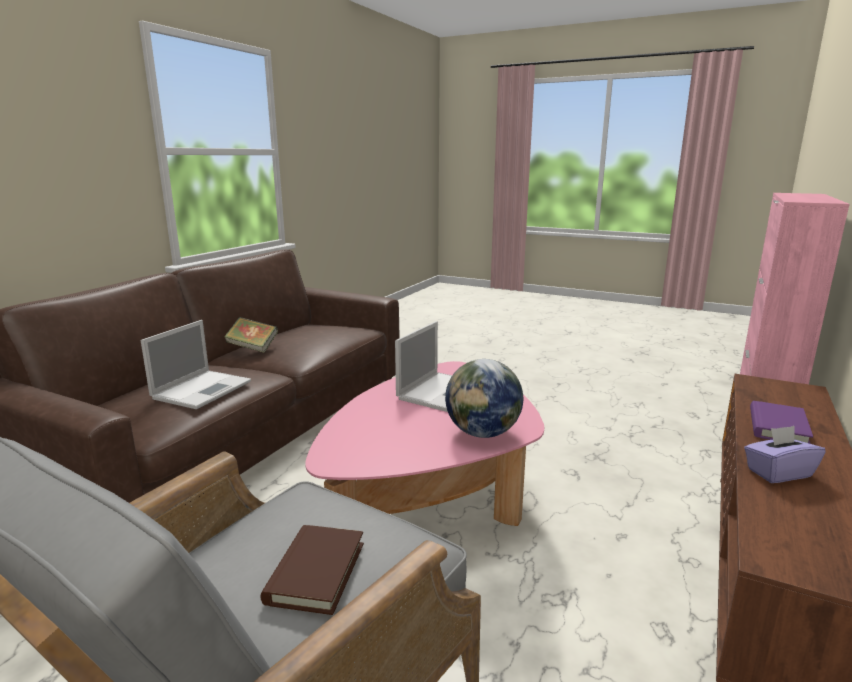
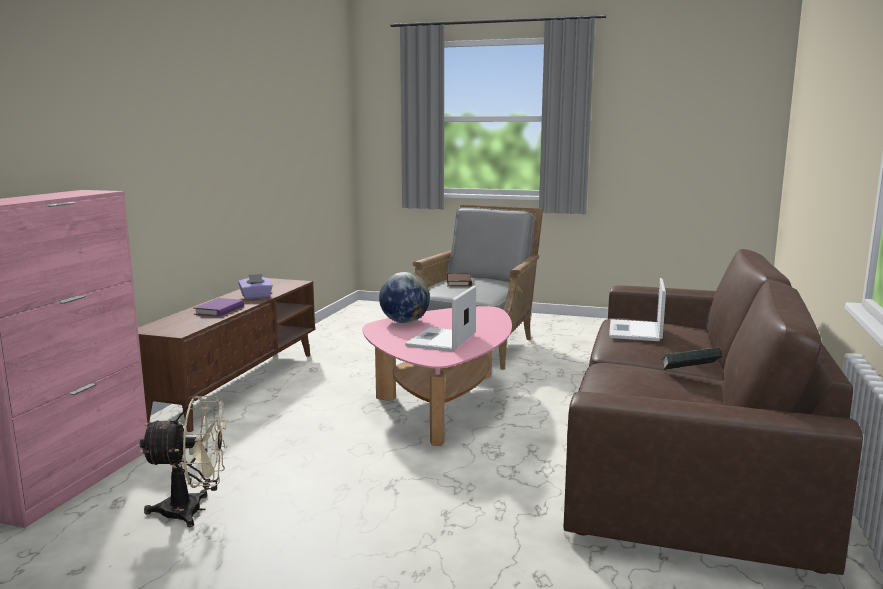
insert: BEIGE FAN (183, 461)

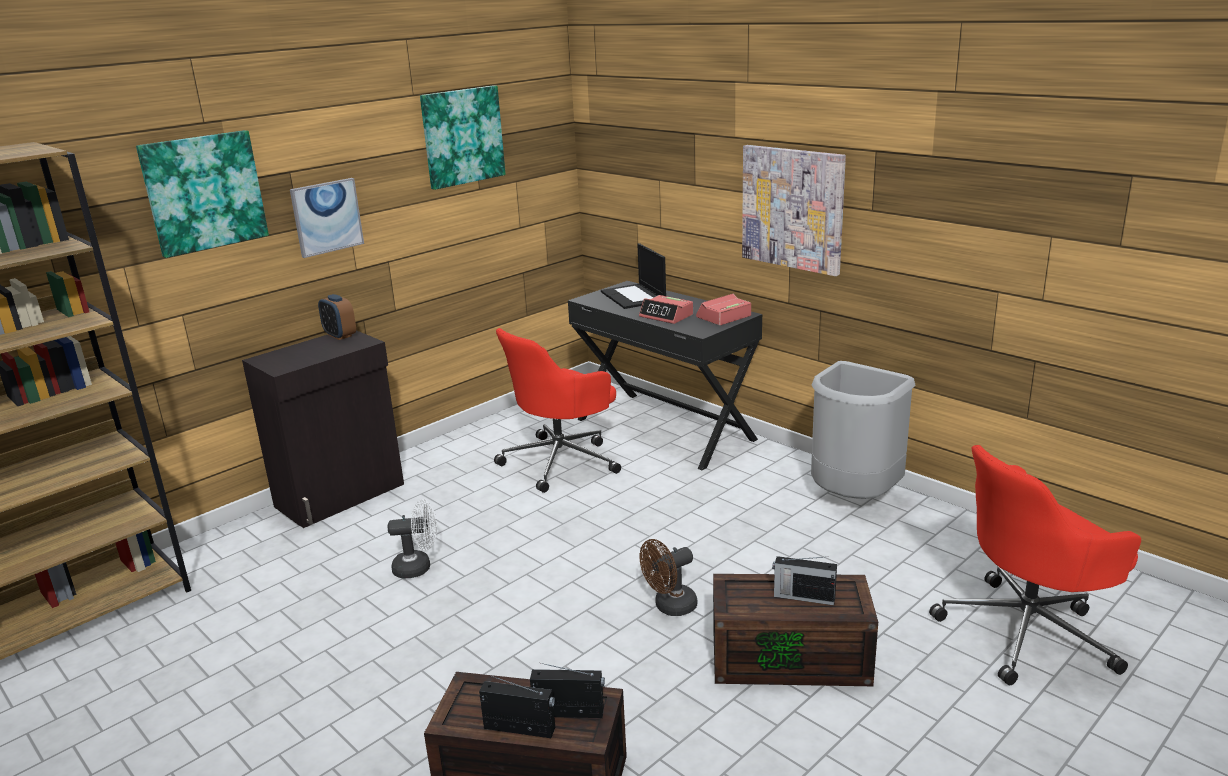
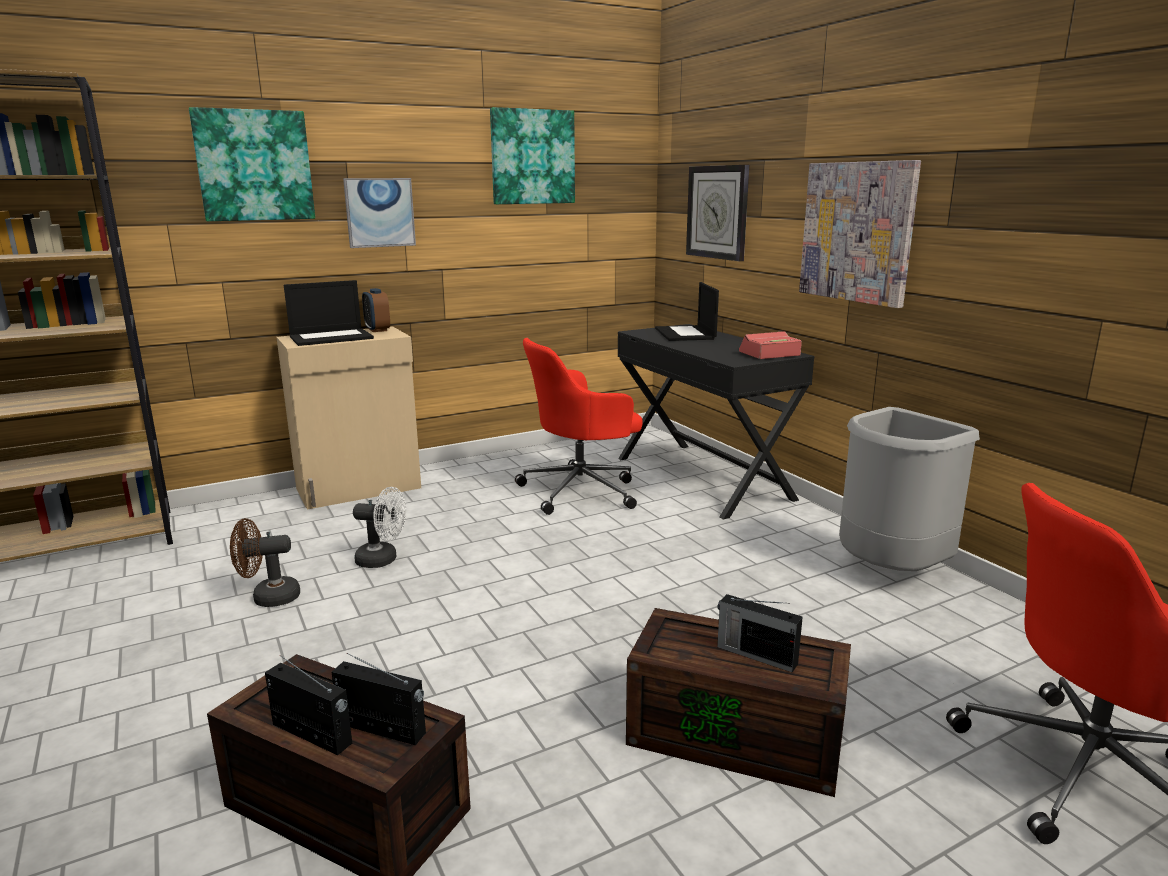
delete: ALARM CLOCK (666, 309)
insert: LAPTOP (329, 313); WALL CLOCK (717, 213)
move: BROWN FAN (668, 577) to (265, 562)
recolor: BLACK CABINET (323, 429) to BEIGE CABINET (348, 418)

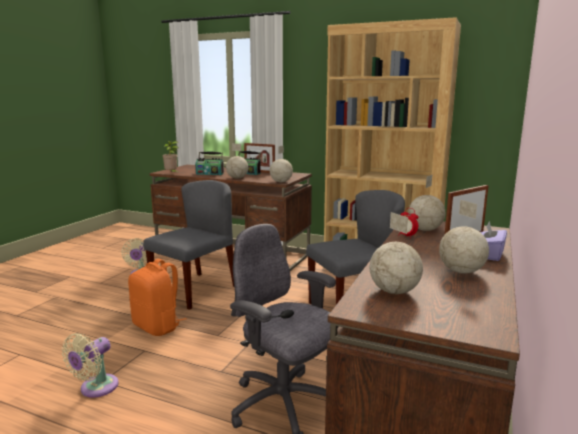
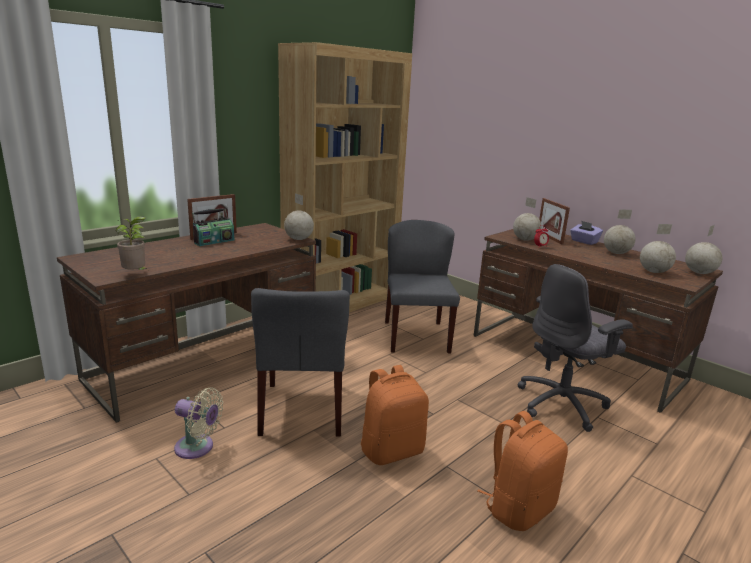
delete: RADIO (209, 163)
move: GLOBE (237, 161) to (703, 249)
replace: BEIGE FAN (90, 365) to ORANGE BACKPACK (522, 471)
rotate: GREY CHAIR (188, 245) = (300, 362) 150 degrees counterclockwise

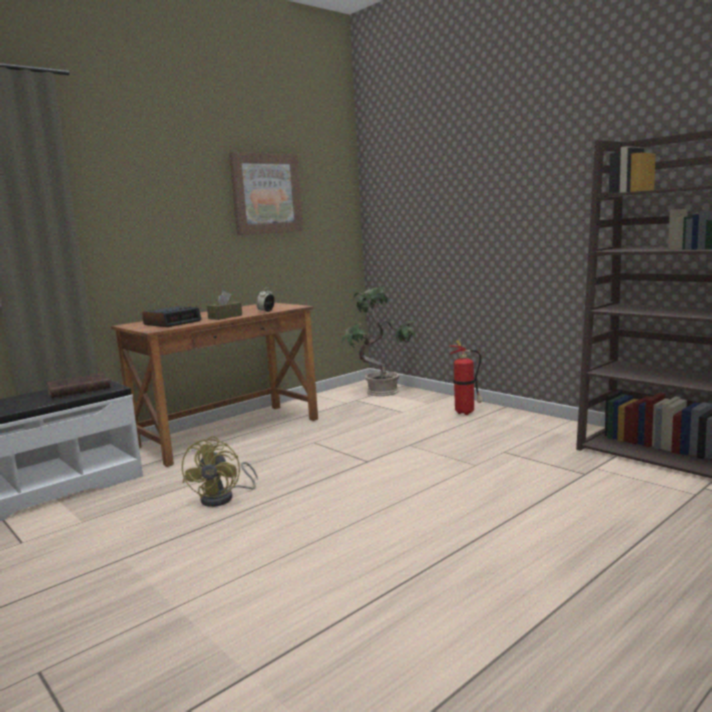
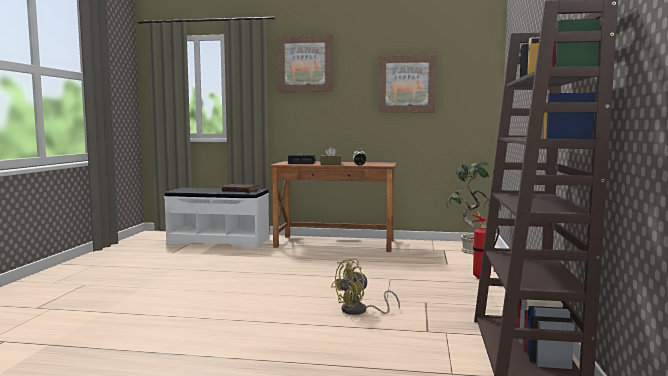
insert: PICTURE (305, 63)
move: YELLOW FAN (220, 471) to (365, 287)

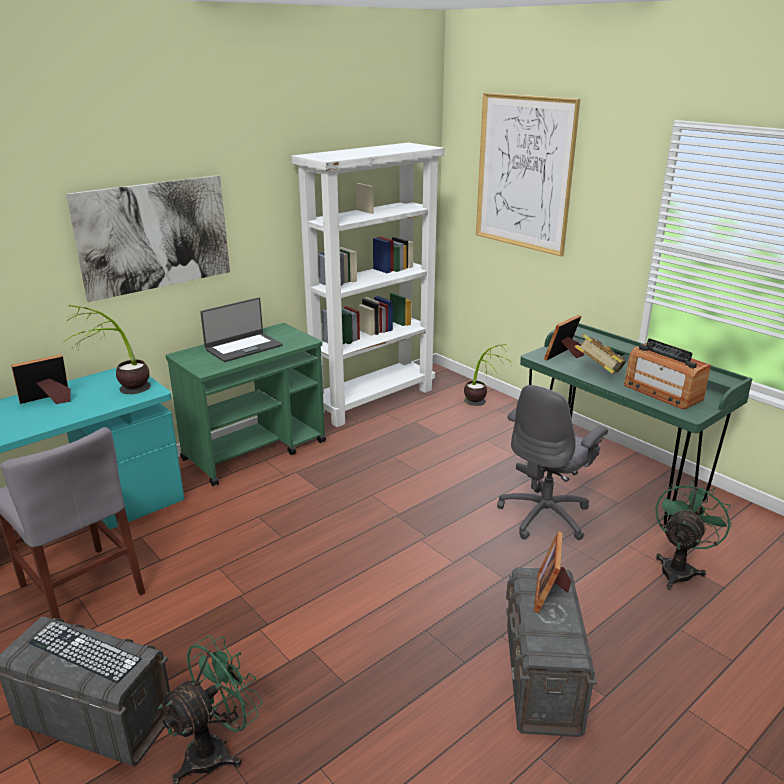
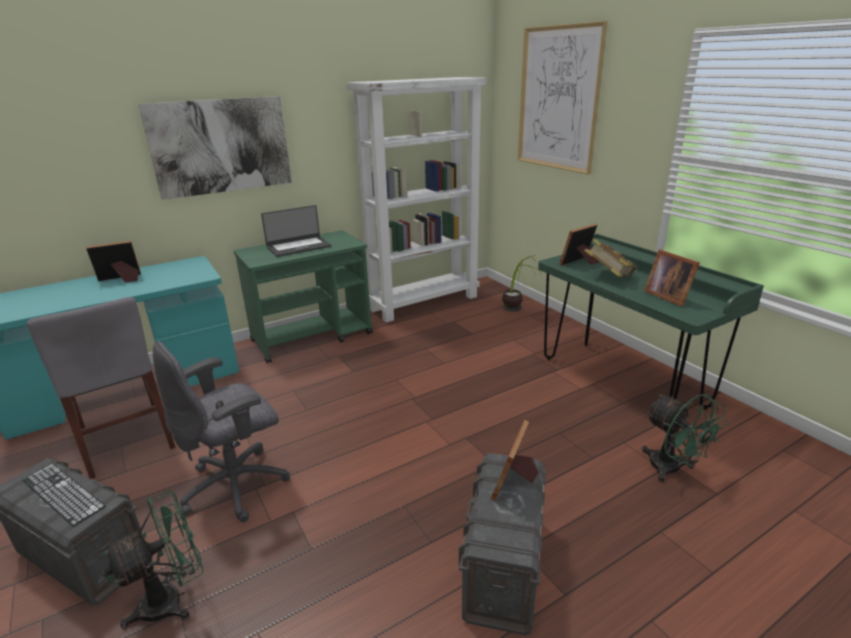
delete: POTTED PLANT (107, 349)
move: GREY OFFICE CHAIR (552, 462) to (221, 431)
replace: RADIO (667, 373) to PICTURE FRAME (672, 277)
rotate: GREEN FAN (693, 534) = (685, 438) 105 degrees clockwise

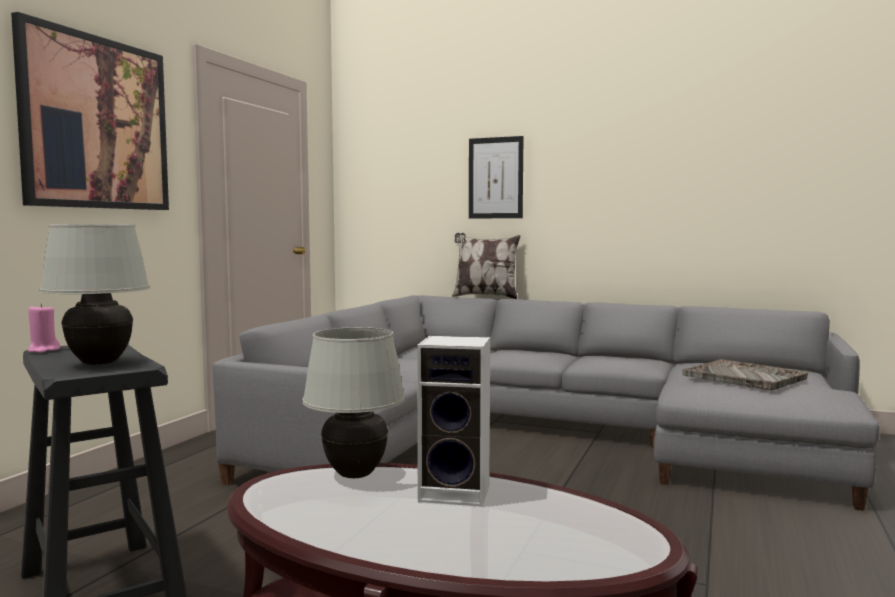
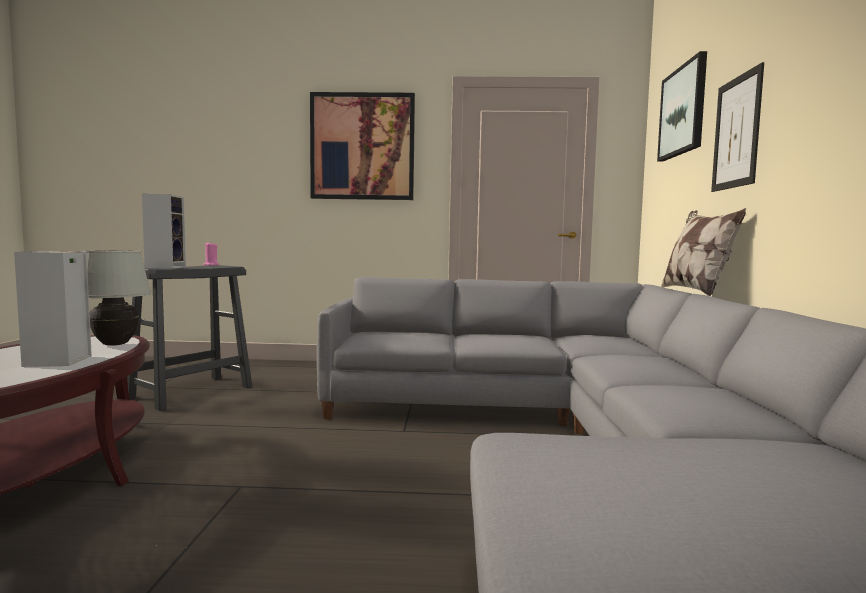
delete: GREY TRAY (745, 375)
insert: PICTURE (682, 106)
replace: WHITE TABLE LAMP (95, 294) to SPEAKER (164, 231)

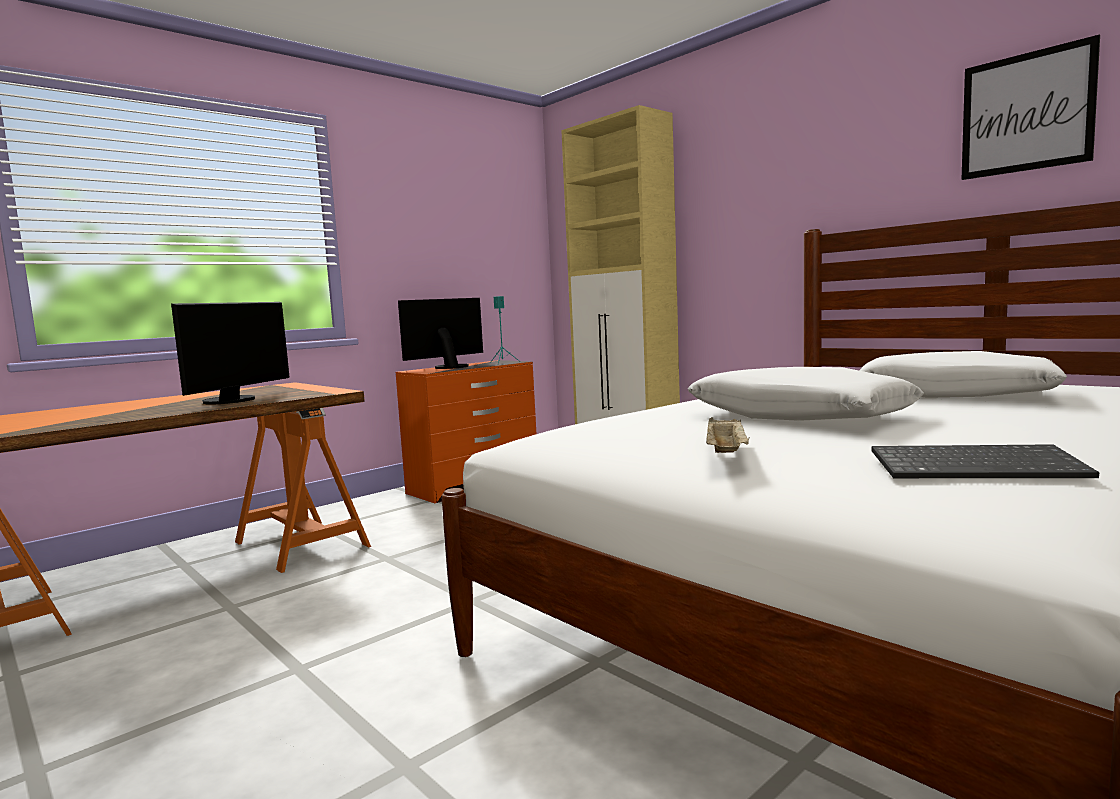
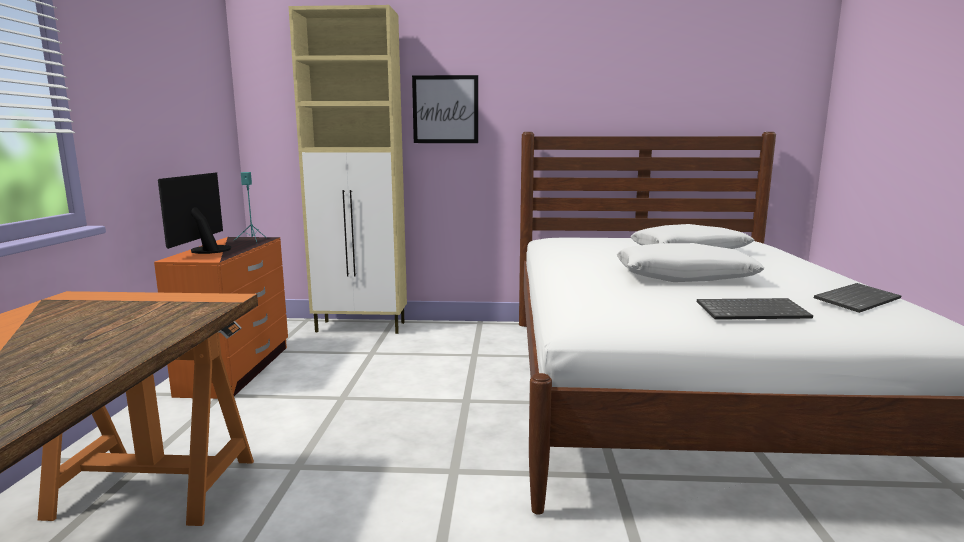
delete: MONITOR (230, 353)
move: PICTURE (1030, 107) to (445, 109)
replace: BEIGE TRAY (728, 435) to KEYBOARD (755, 309)

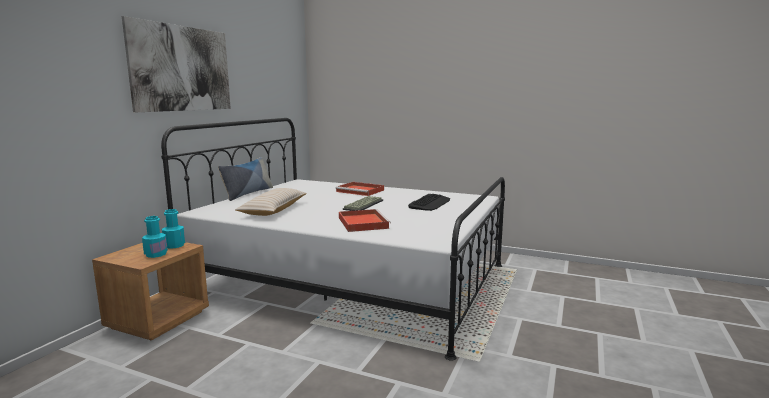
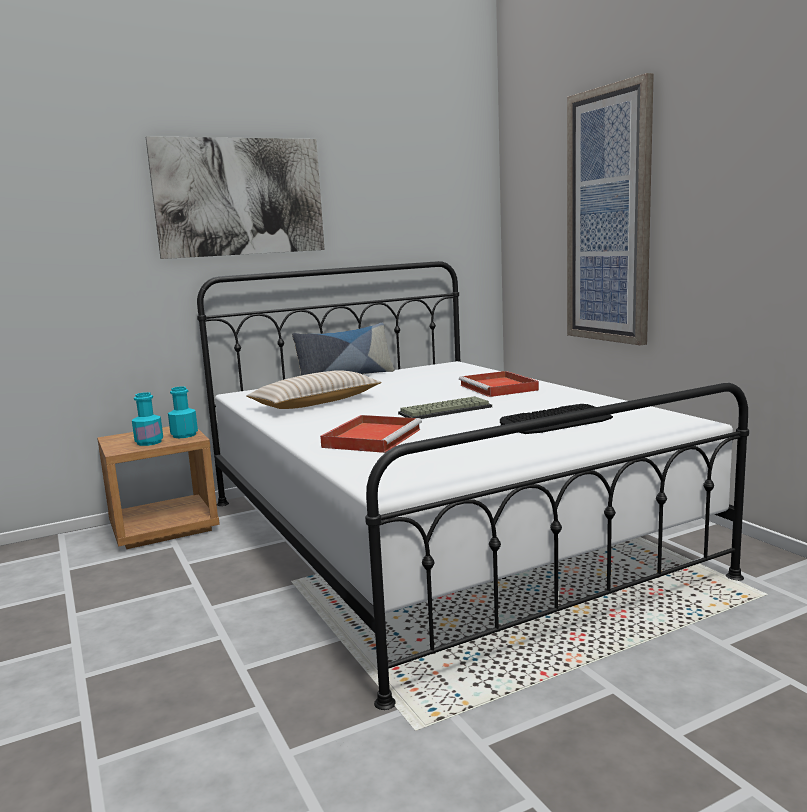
insert: PICTURE (610, 209)

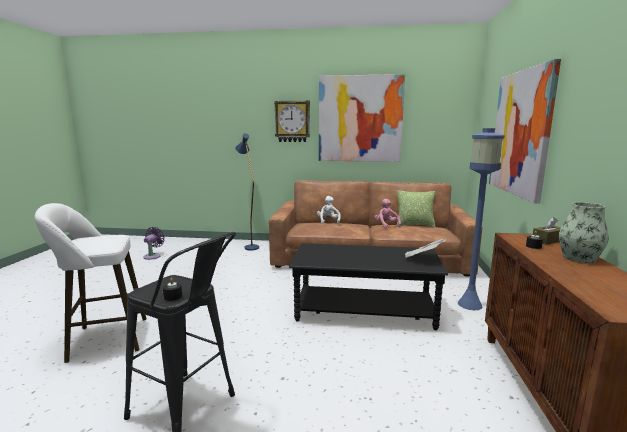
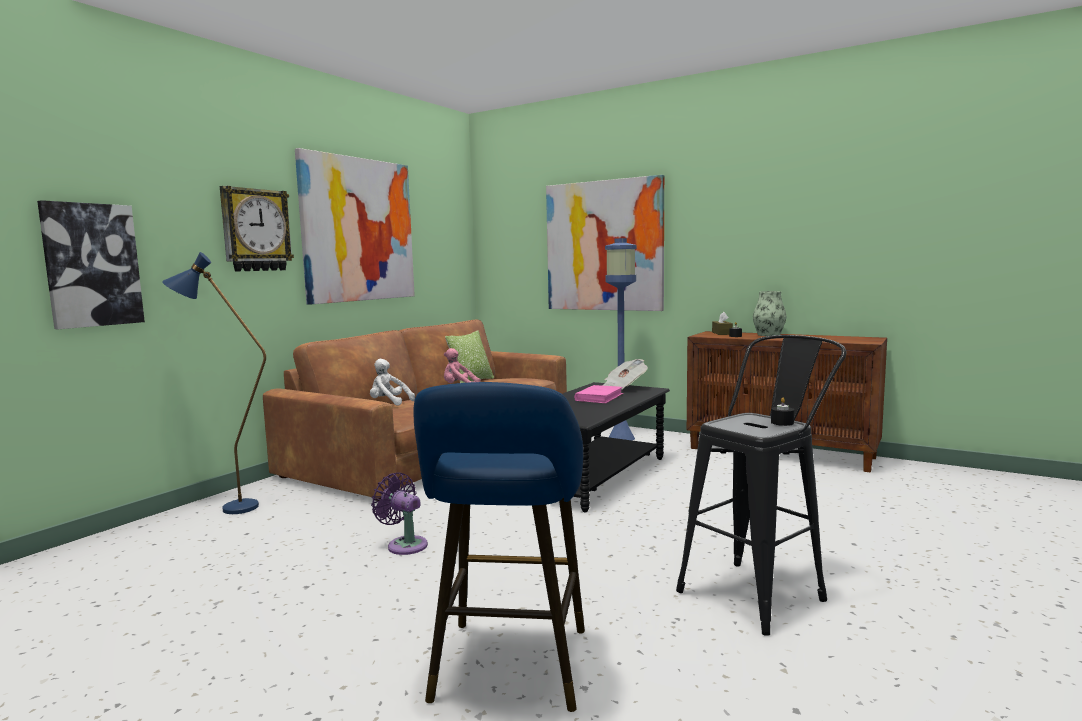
insert: PICTURE (91, 264); PINK BOOK (599, 394)
move: PURPLE FAN (154, 243) to (399, 514)
recolor: WHITE STOOL (90, 283) to BLUE STOOL (499, 547)

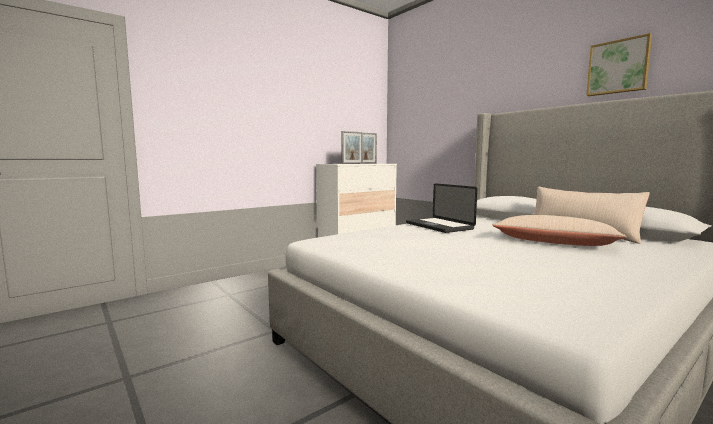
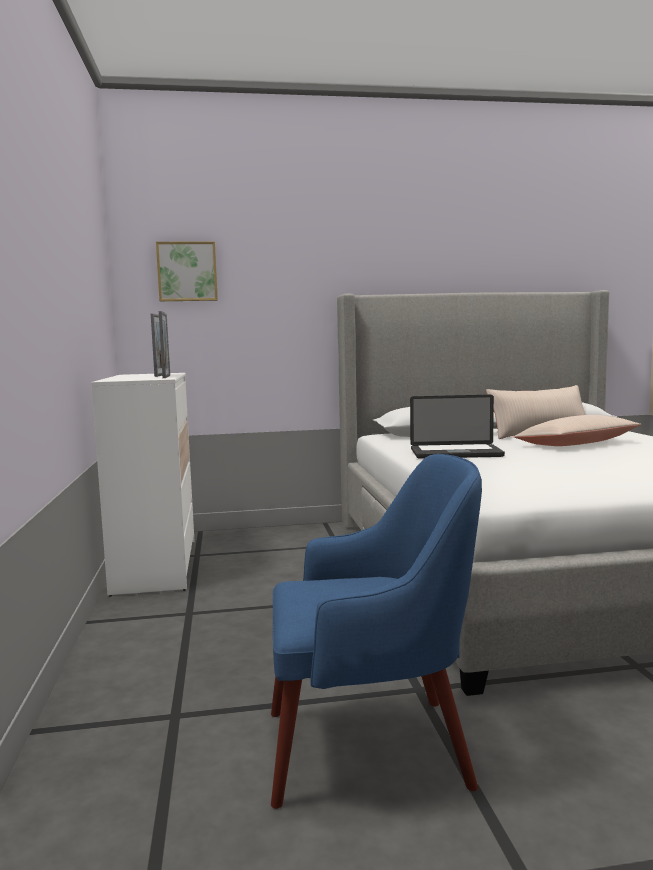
insert: BLUE ARMCHAIR (376, 631)
move: PICTURE (619, 64) to (187, 271)

